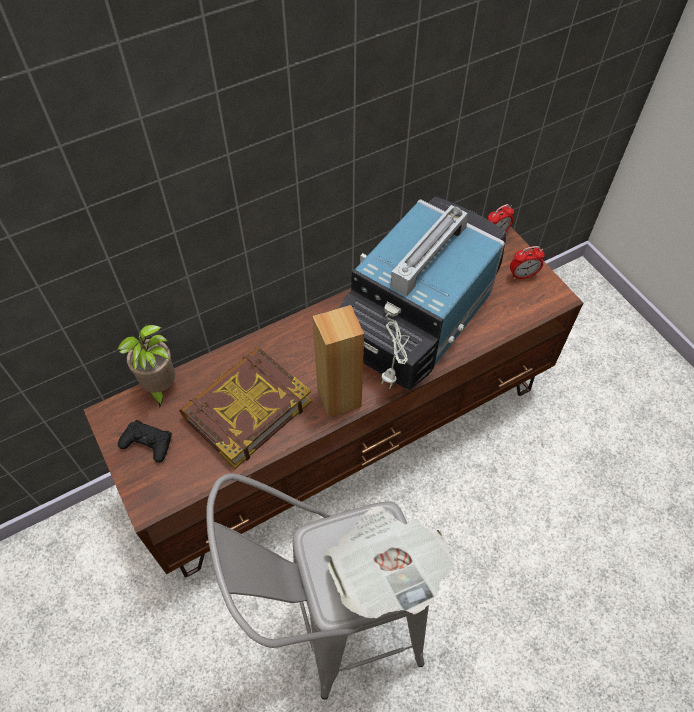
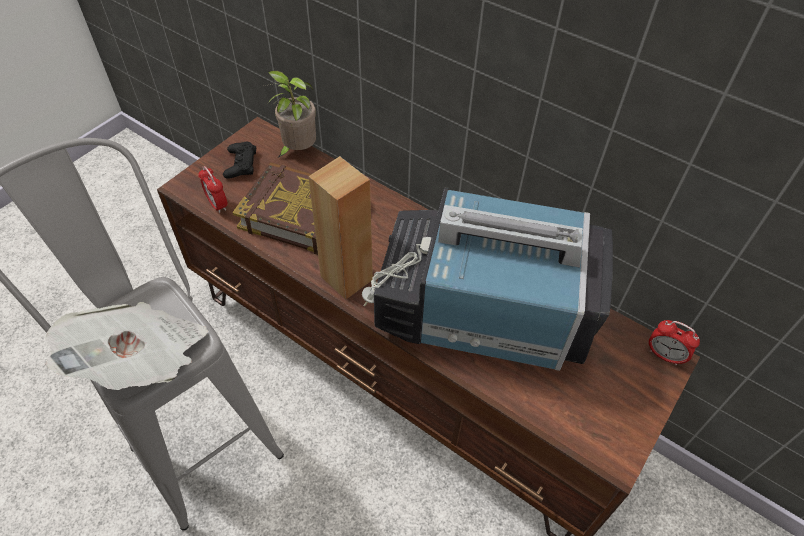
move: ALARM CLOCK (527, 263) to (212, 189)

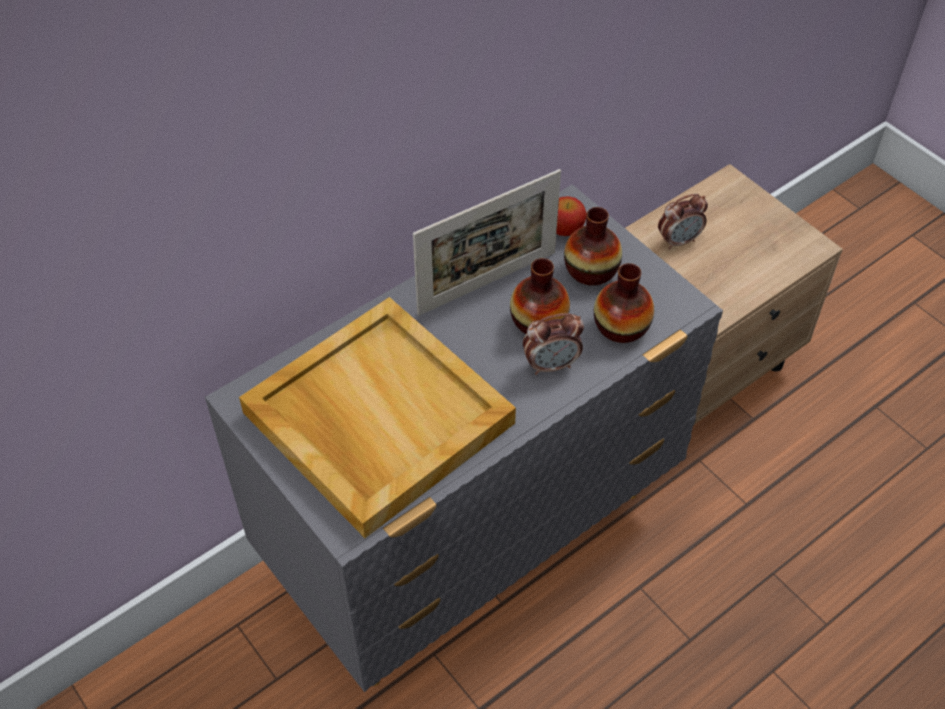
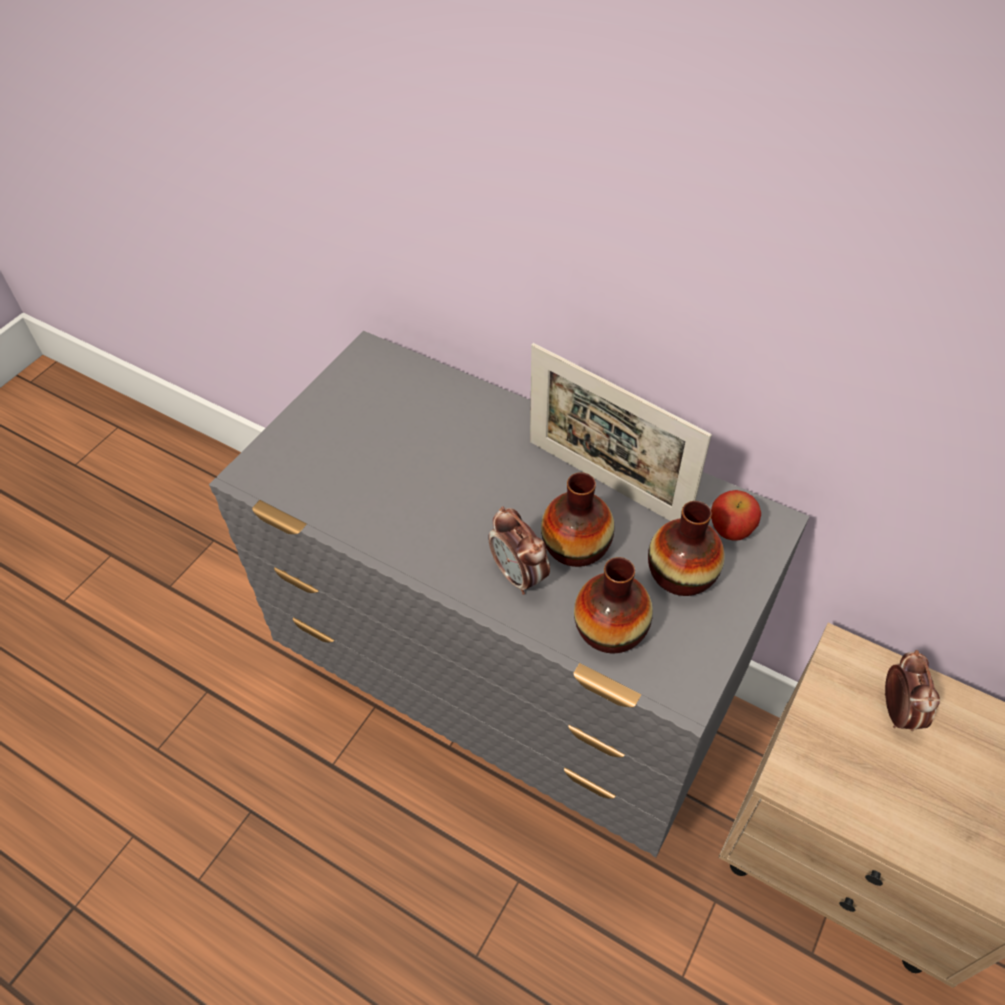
delete: BEIGE TRAY (377, 417)
rotate: ALARM CLOCK (683, 222) = (912, 690) 135 degrees counterclockwise

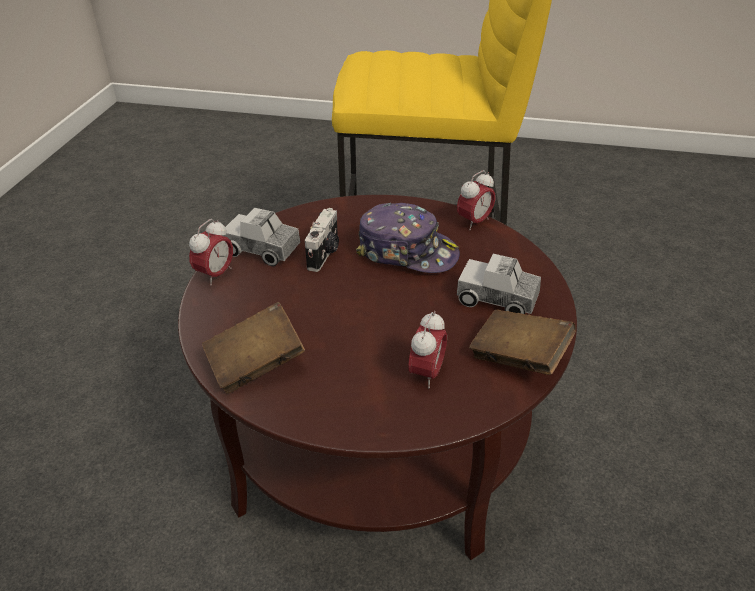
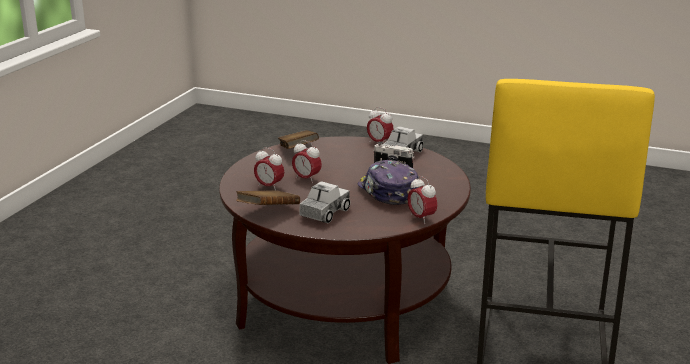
insert: ALARM CLOCK (307, 161)
rotate: CAP (408, 238) = (389, 182) 120 degrees clockwise

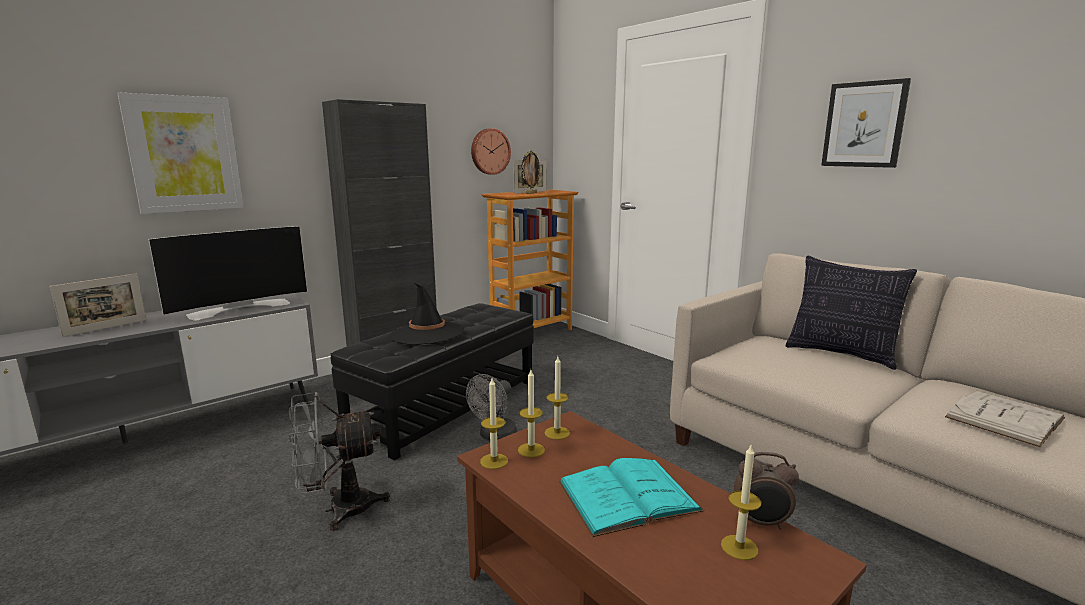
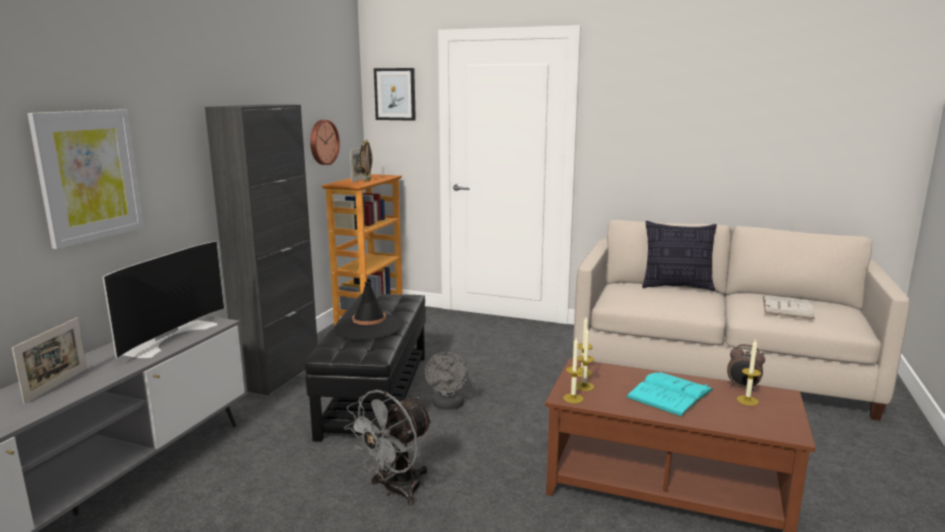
move: PICTURE (866, 123) to (395, 94)
rotate: ALARM CLOCK (766, 490) = (746, 367) 45 degrees clockwise

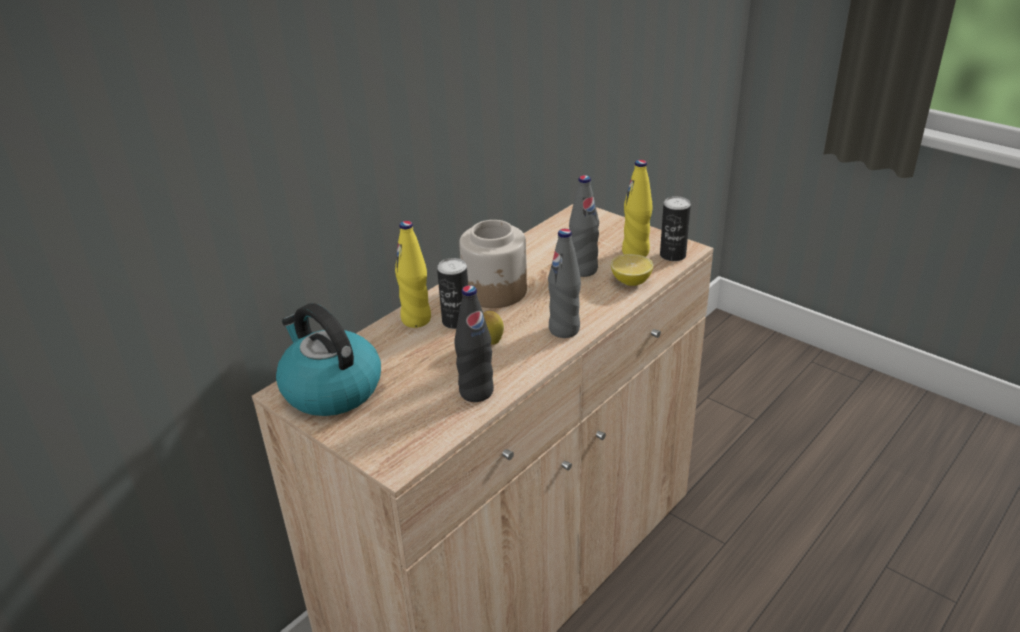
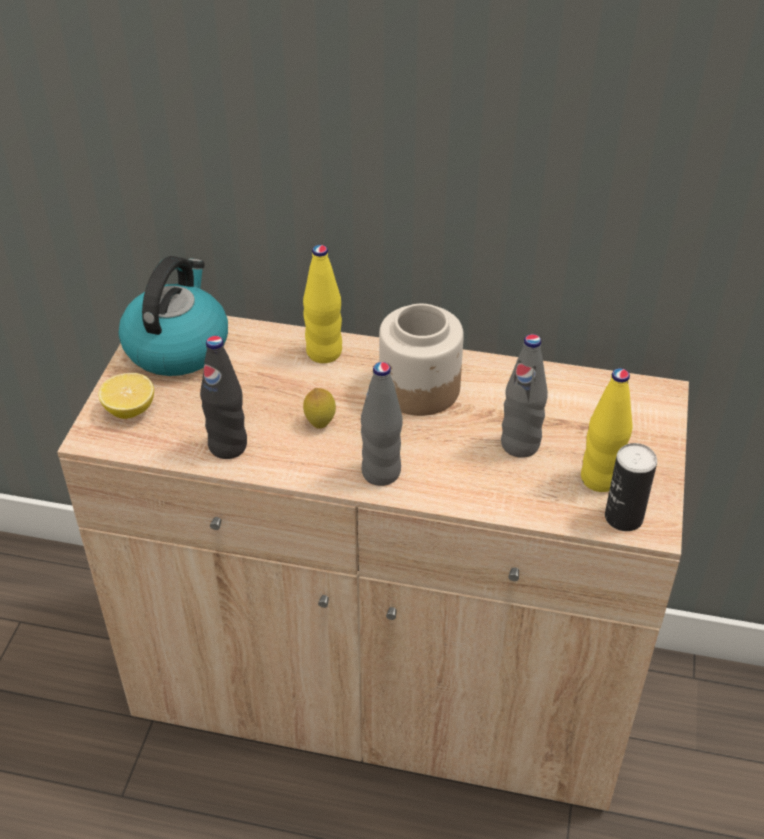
delete: CAN (452, 293)
move: LEMON (632, 270) to (126, 396)

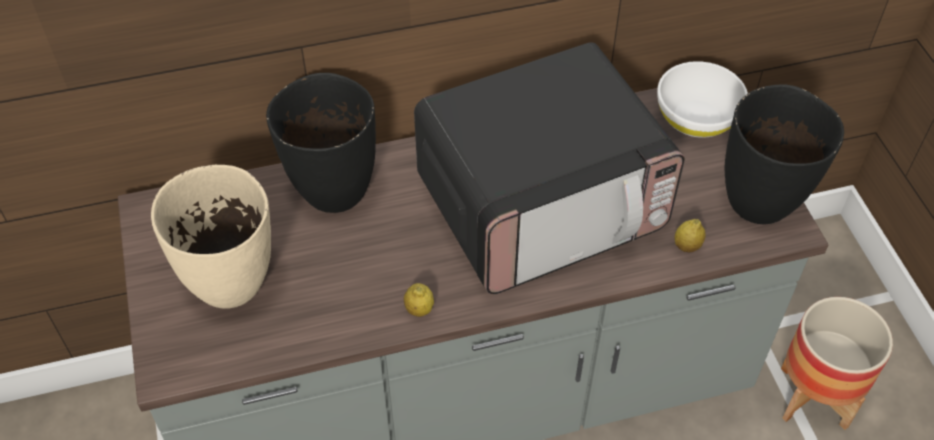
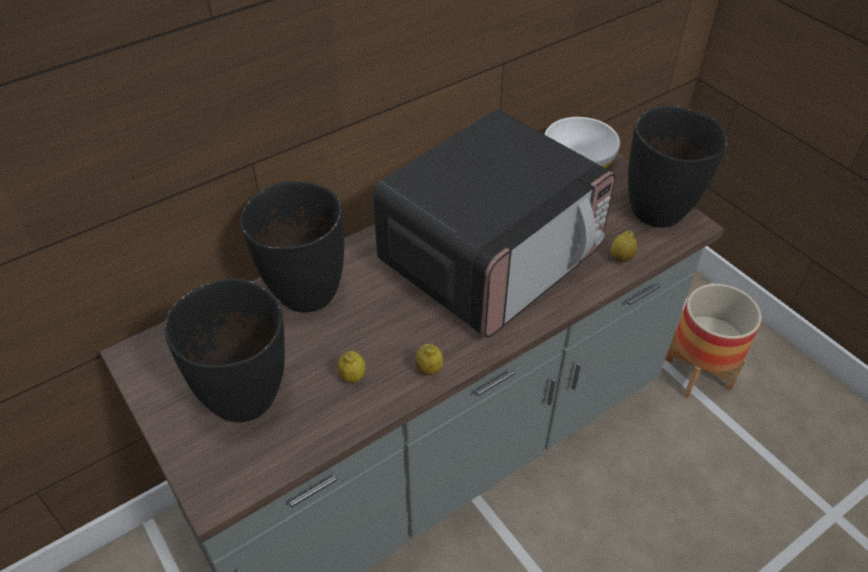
insert: LEMON (351, 367)
recolor: BEIGE VASE (211, 236) to BLACK VASE (224, 350)

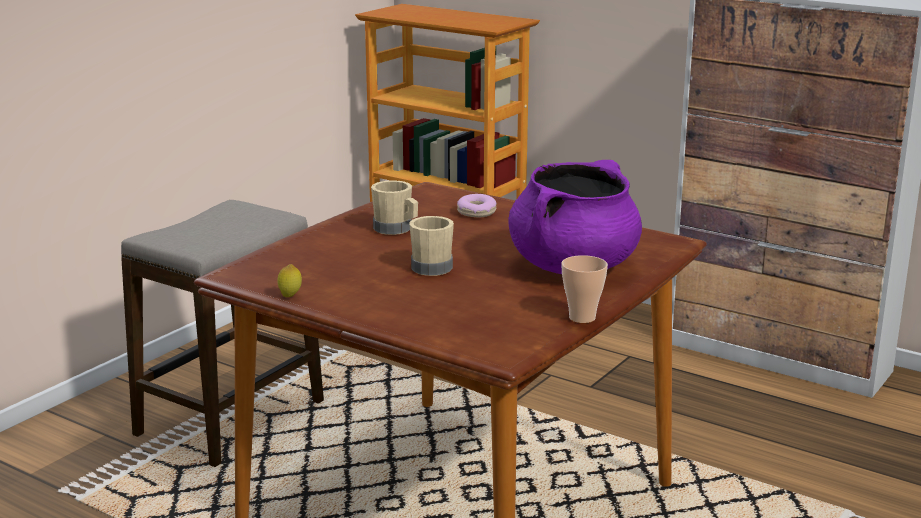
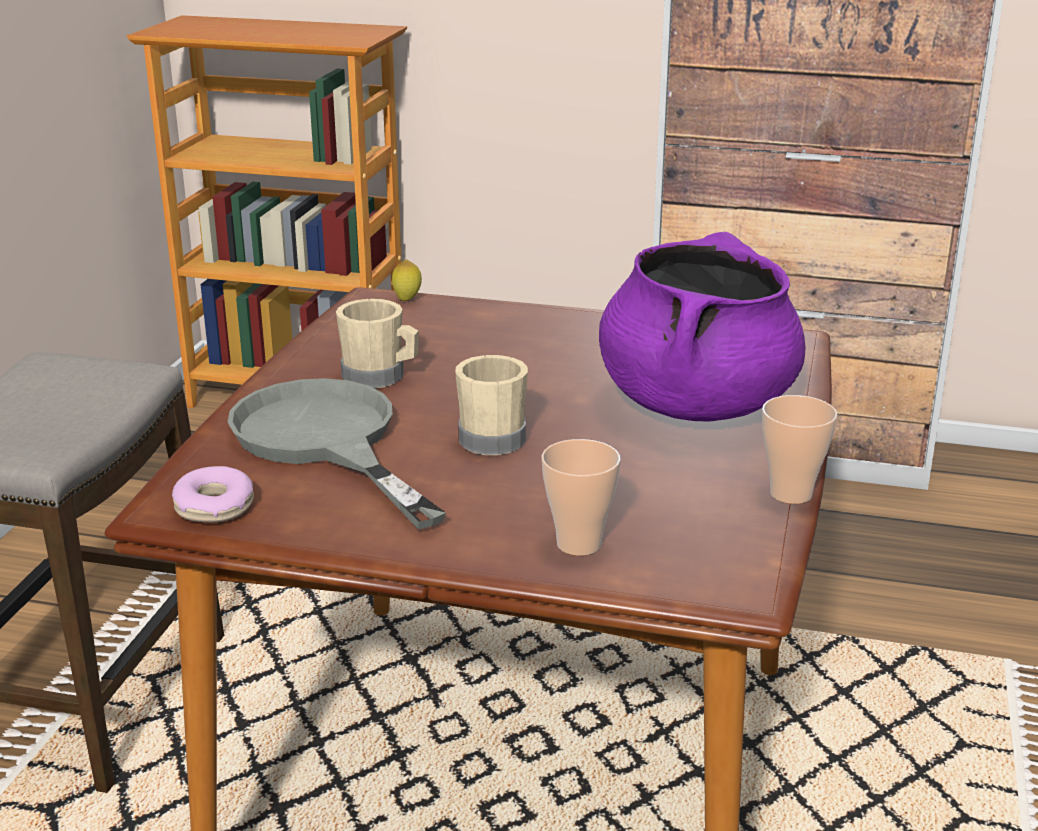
insert: GREY FRYING PAN (337, 453); CUP (581, 497)
move: LEMON (289, 280) to (407, 280); DONUT (477, 205) to (213, 494)

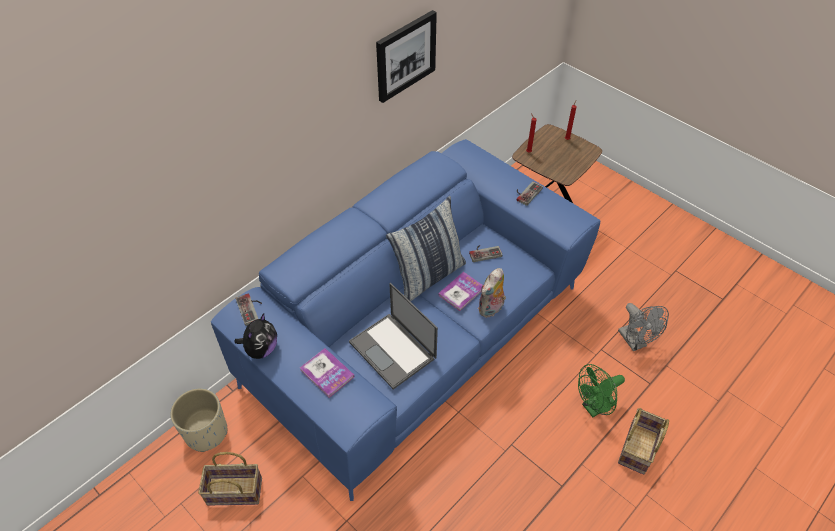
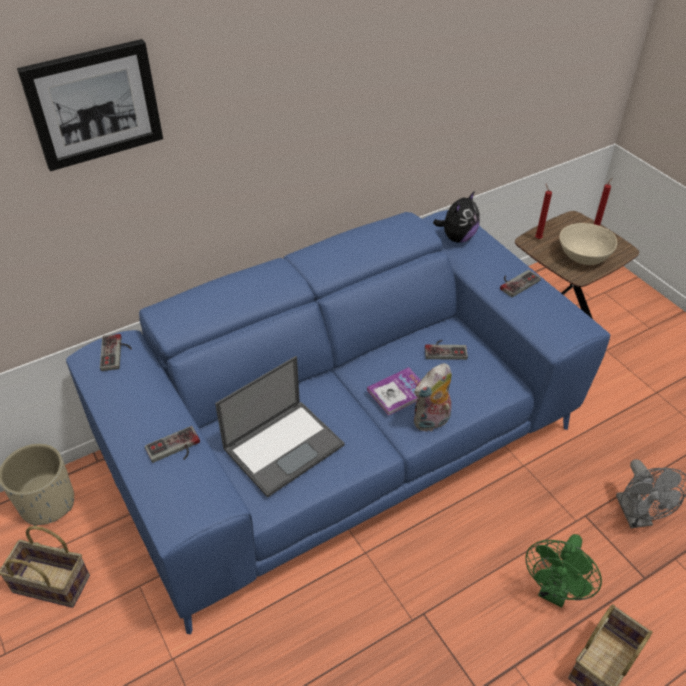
delete: PILLOW (426, 249)
insert: BEIGE BOWL (588, 244)
move: PLUSH TOY (256, 336) to (456, 216); PICTURE (406, 56) to (90, 105)
replace: BOOK (327, 373) to GAME CONTROLLER (172, 444)
rotate: LAPTOP (393, 336) = (279, 427) 105 degrees counterclockwise; GREEN FAN (601, 390) = (563, 570) 45 degrees counterclockwise

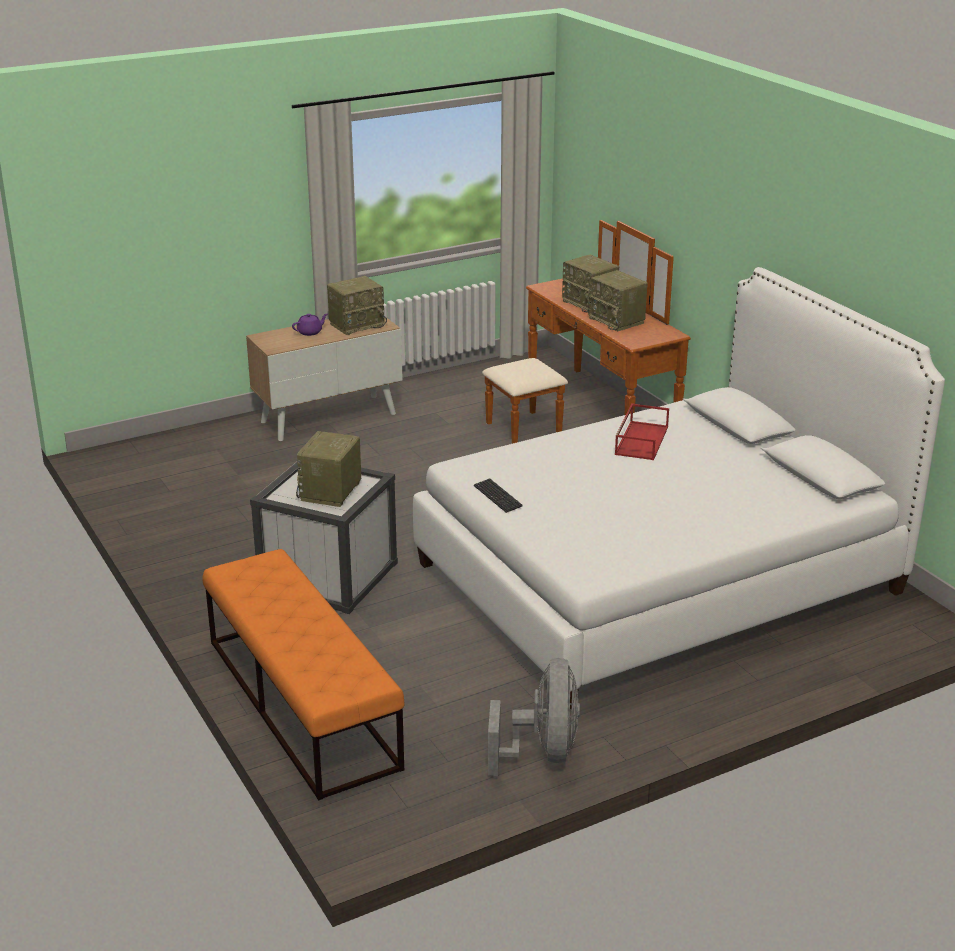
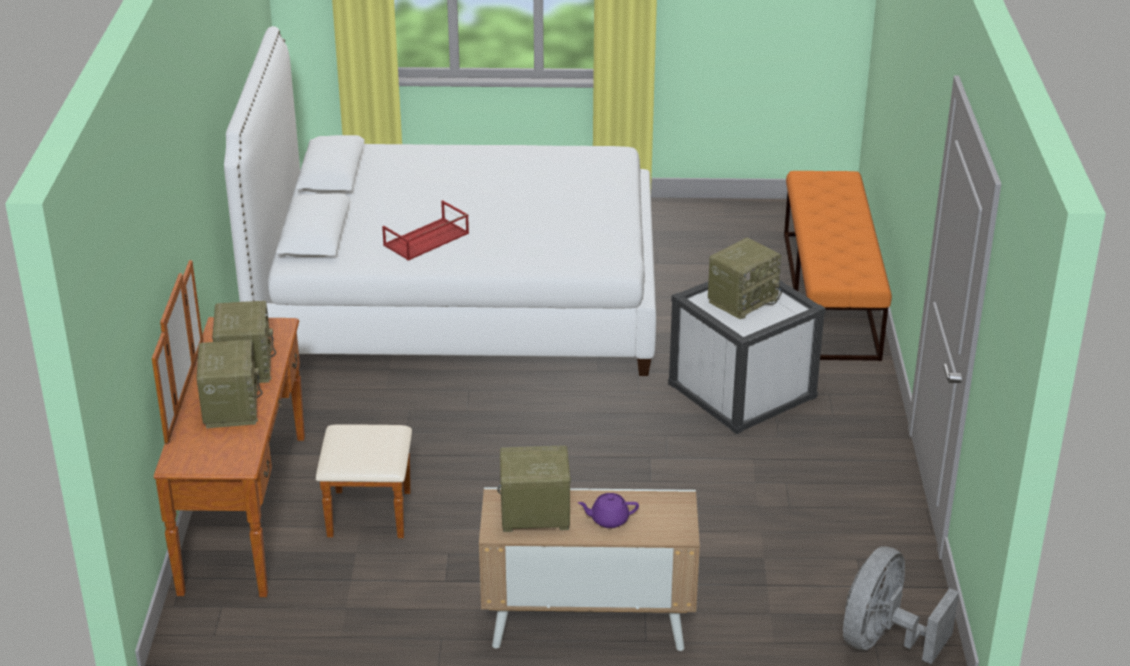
delete: KEYBOARD (498, 496)
move: GREY FAN (534, 717) to (901, 605)

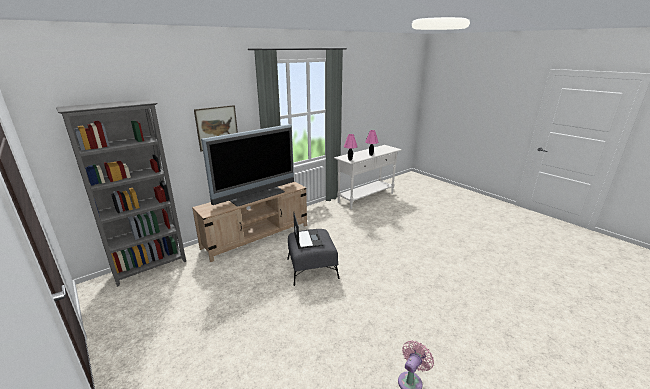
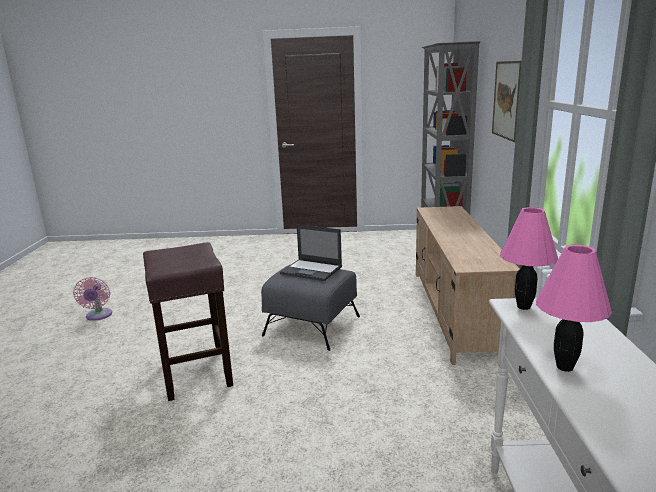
delete: TELEVISION (247, 165)
insert: BROWN STOOL (188, 322)

